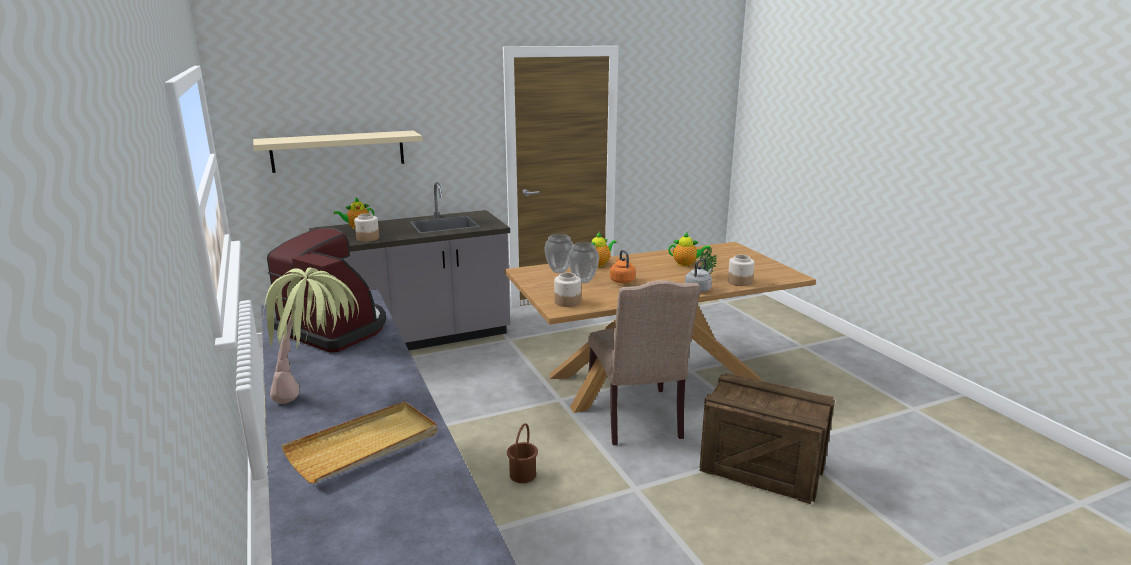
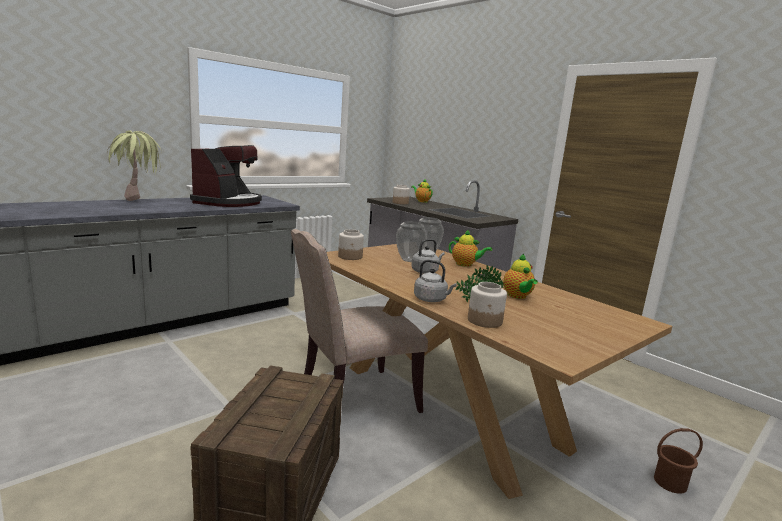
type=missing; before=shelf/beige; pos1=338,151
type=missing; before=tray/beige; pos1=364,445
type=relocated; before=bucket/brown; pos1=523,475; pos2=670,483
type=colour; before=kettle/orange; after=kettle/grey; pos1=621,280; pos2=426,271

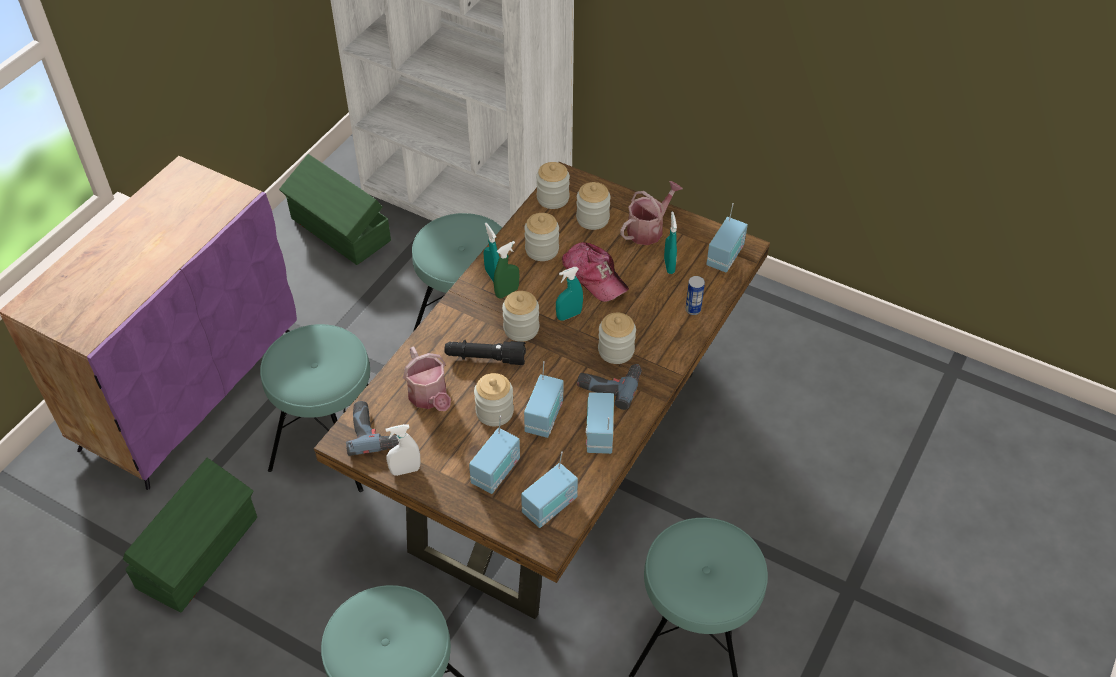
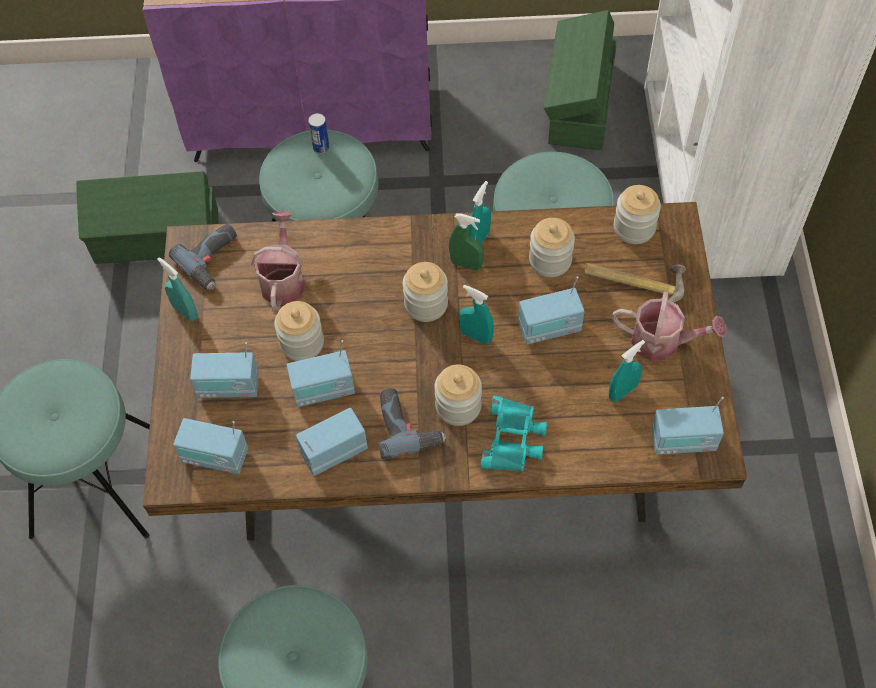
type=colour; before=spray bottle/white; after=spray bottle/turquoise; pos1=405,470; pos2=185,311
type=spun; before=watering can; pos1=430,398; pos2=283,279; turn=150
type=missing; before=flashlight/black; pos1=485,358
type=exchanged; before=cap; after=radio; pos1=594,276; pos2=549,328
type=exchanged; before=jar; after=hammer; pos1=592,219; pos2=634,280
type=relocated; before=can; pos1=693,309; pos2=321,148
type=appeared; after=binoculars/turquoise; pos2=514,439

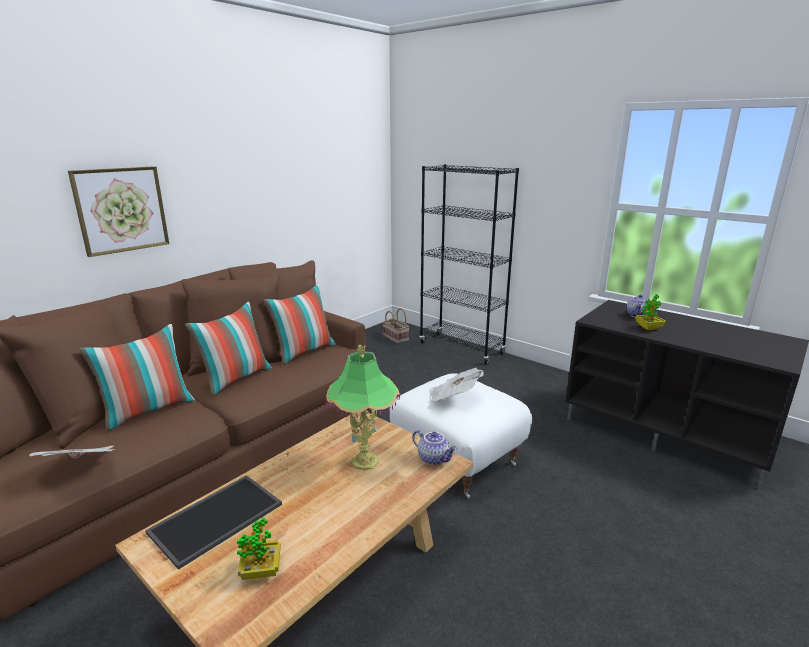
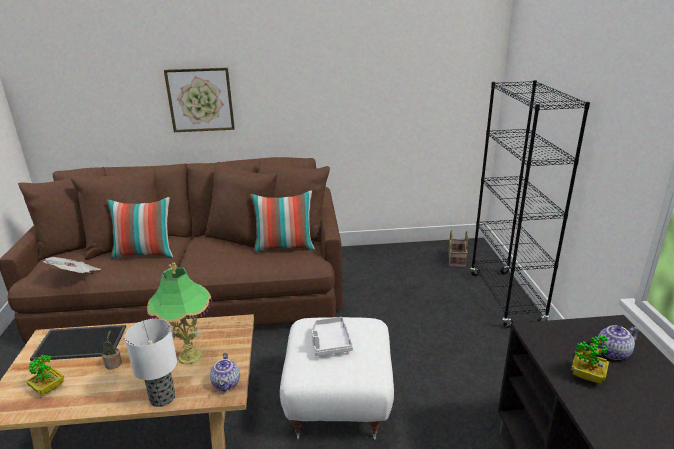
type=missing; before=pillow; pos1=236,379
type=exchanged; before=newspaper; after=tray/white; pos1=453,397; pos2=330,342
type=appeared; after=potted plant; pos2=114,364
type=appeared; after=table lamp; pos2=163,398

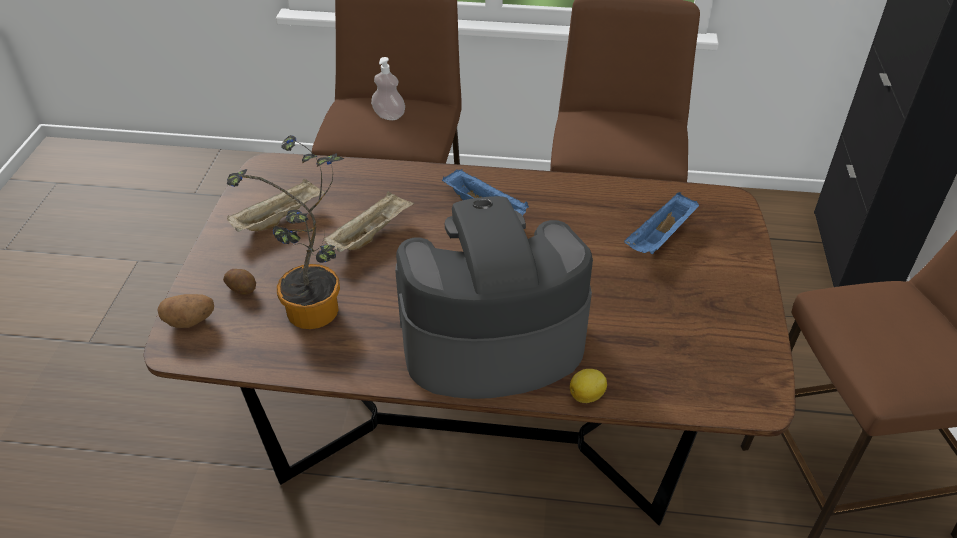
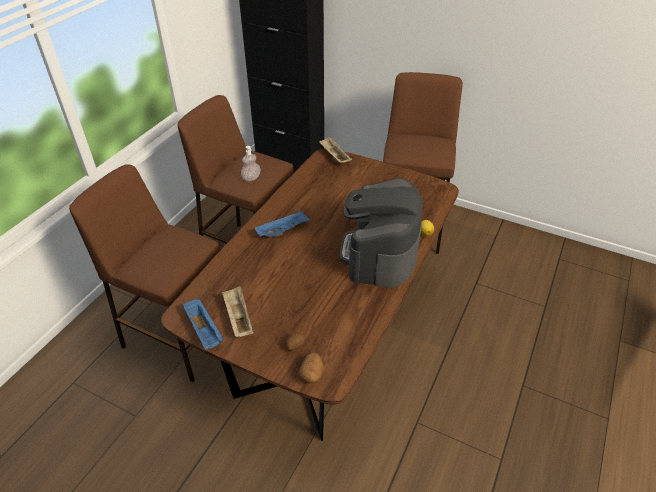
type=missing; before=potted plant; pos1=315,317
type=relocated; before=tray/beige; pos1=371,234; pos2=334,156
type=relocated; before=soap dispenser; pos1=389,115; pos2=251,178
type=relocated; before=tray/blue; pos1=660,238; pos2=204,330

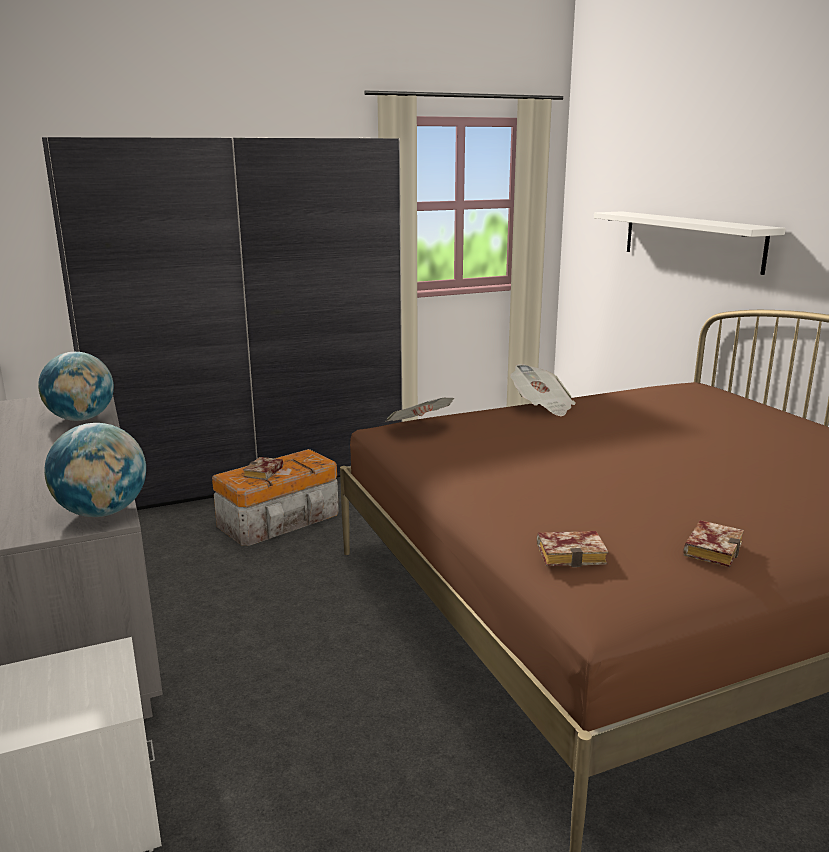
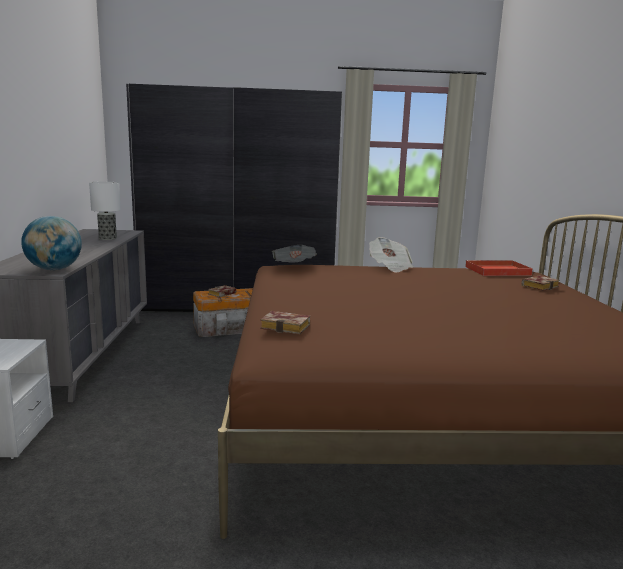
type=exchanged; before=globe; after=table lamp; pos1=81,419; pos2=107,238
type=missing; before=shelf/white; pos1=691,240
type=relocated; before=book; pos1=711,548; pos2=539,286
type=appeared; after=tray/red; pos2=496,271

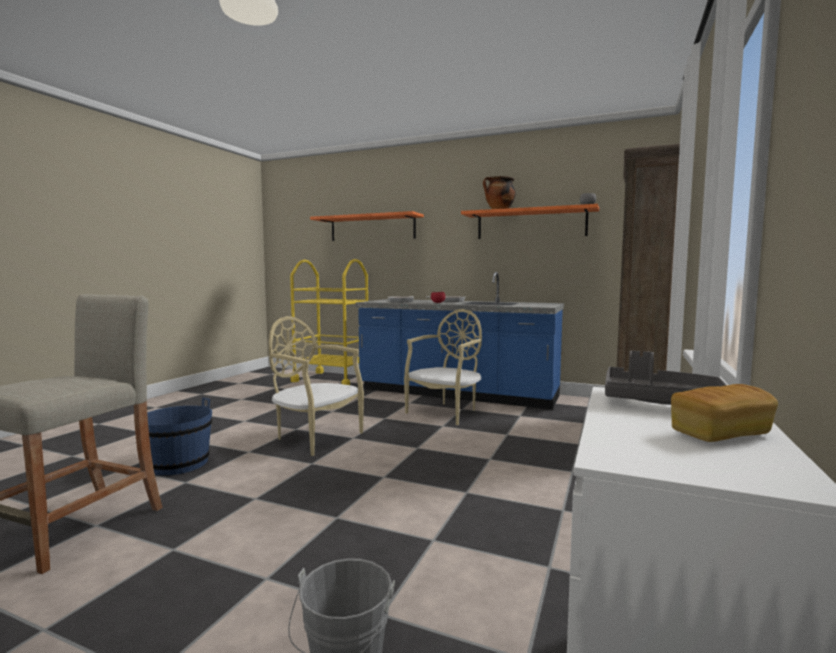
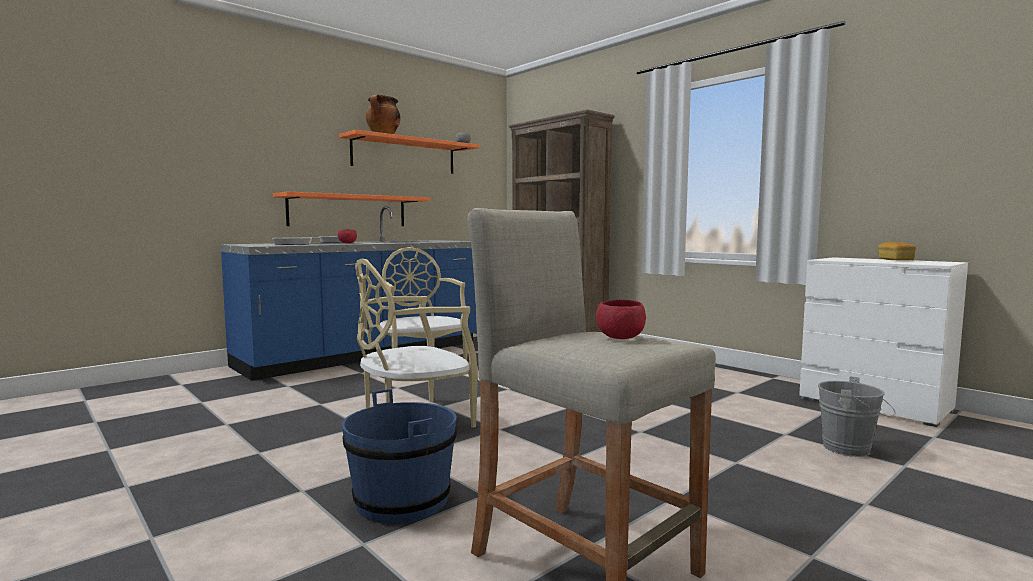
type=missing; before=cart/yellow; pos1=332,379
type=relocated; before=shelf/orange; pos1=372,228; pos2=348,211
type=missing; before=tray/grey; pos1=660,402
type=appeared; after=bowl/red; pos2=620,337

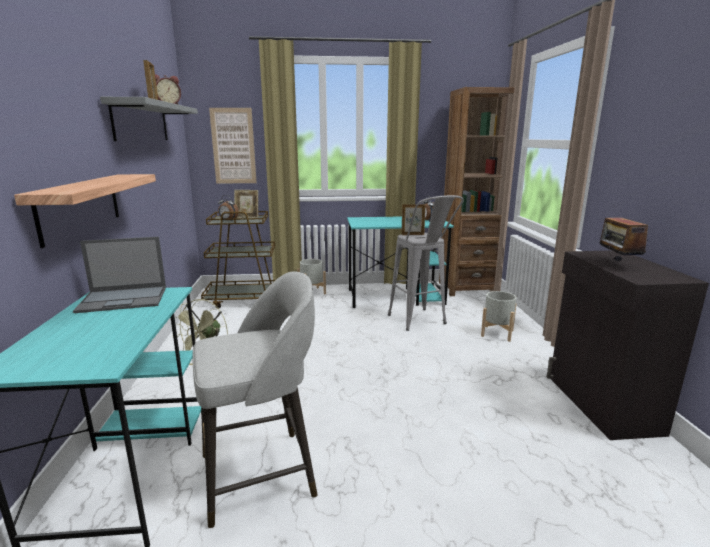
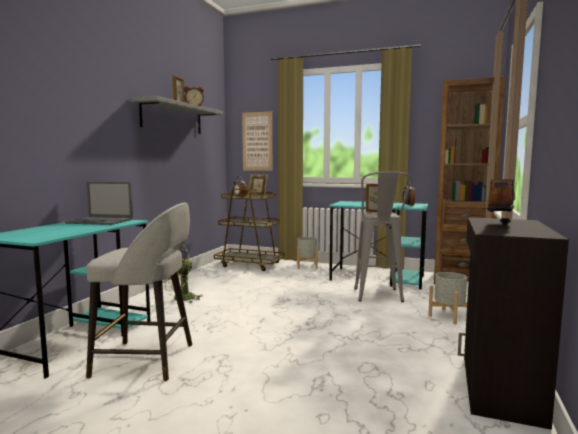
type=missing; before=shelf; pos1=80,206

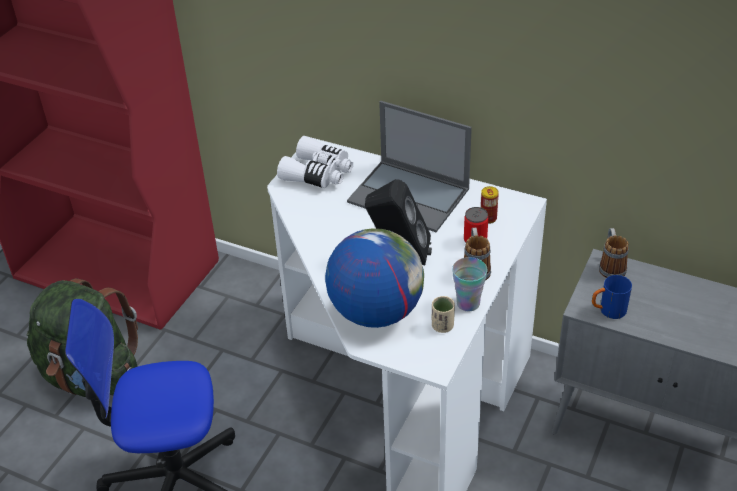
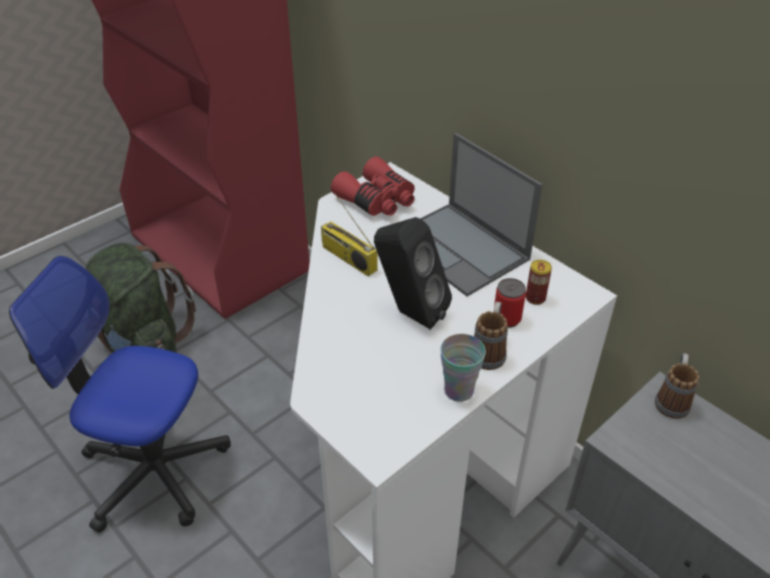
type=colour; before=binoculars/white; after=binoculars/red; pos1=318,173; pos2=377,200
type=missing; before=globe; pos1=375,312
type=missing; before=cup/beige; pos1=442,326
type=missing; before=mug/blue; pos1=608,311
type=appeared; after=radio; pos2=347,258

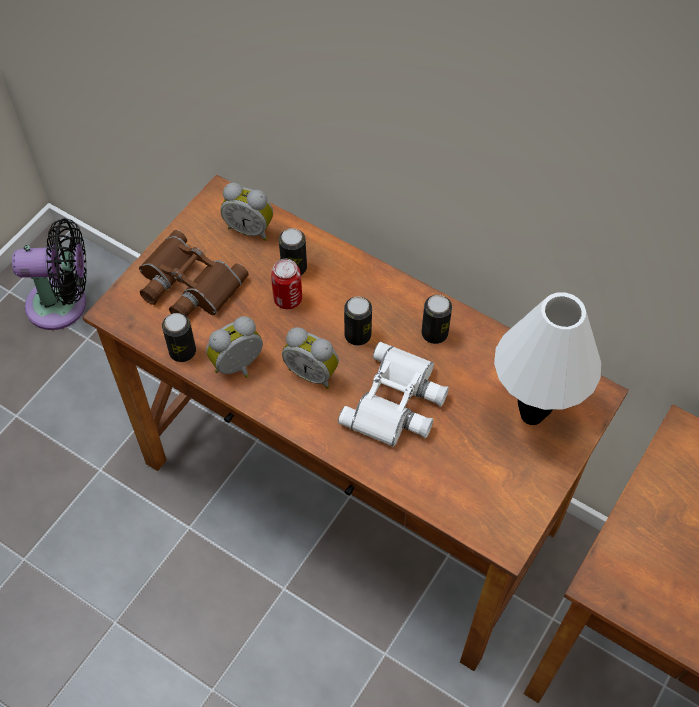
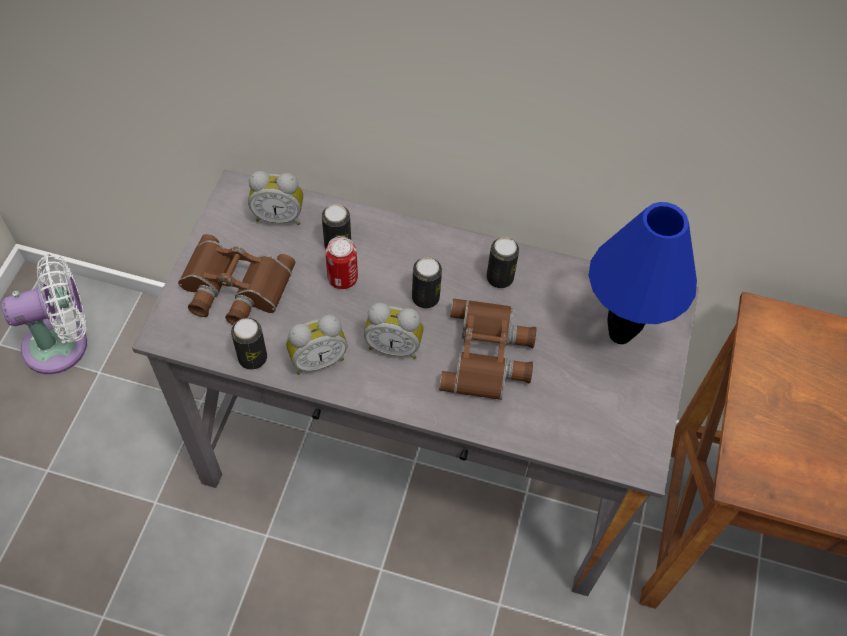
type=colour; before=fan/black; after=fan/white; pos1=63,304; pos2=63,344
type=colour; before=desk/brown; after=desk/grey; pos1=351,493; pos2=416,458
type=spun; before=alarm clock; pos1=239,367; pos2=317,359; turn=-150
type=colour; before=binoculars/white; after=binoculars/brown; pos1=398,403; pos2=489,355
type=colour; before=table lamp/white; after=table lamp/blue; pos1=533,415; pos2=621,334

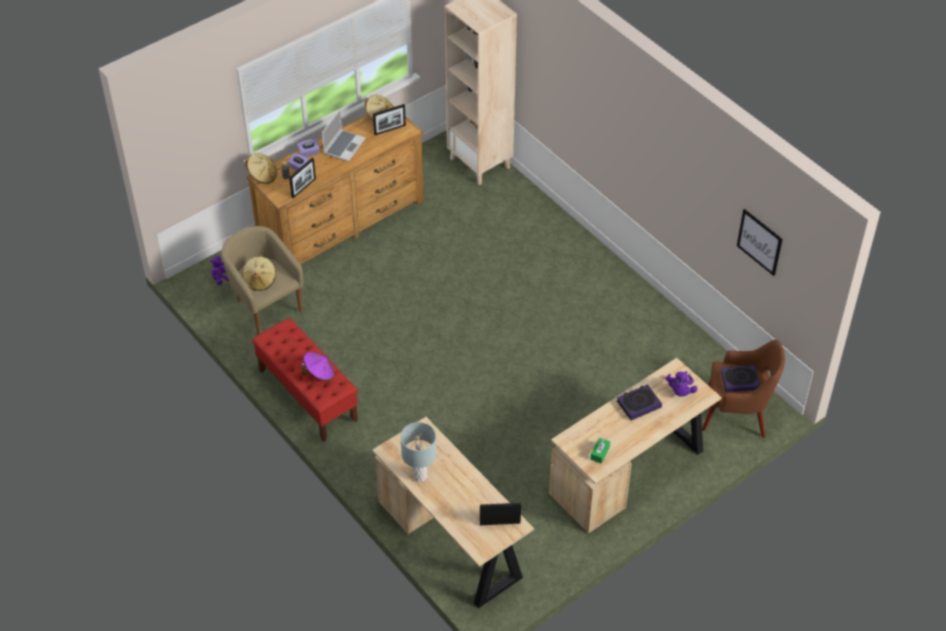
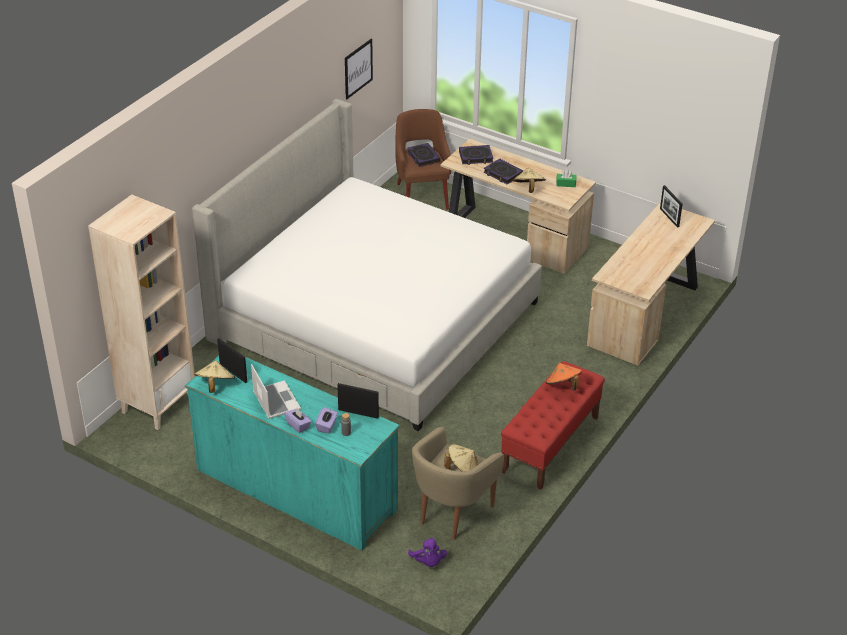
type=relocated; before=hat/beige; pos1=262,176; pos2=528,189
type=colour; before=dresser/brown; after=dresser/turquoise; pos1=342,223; pos2=296,489
type=colour; before=hat/purple; after=hat/orange; pos1=319,373; pos2=563,386
type=spun; before=laptop; pos1=344,146; pos2=275,401; turn=60
type=missing; before=table lamp/grey; pos1=420,476
type=exchanged; before=plush toy/purple; after=book; pos1=680,391; pos2=476,157
type=appeared; after=bed; pos2=375,321

